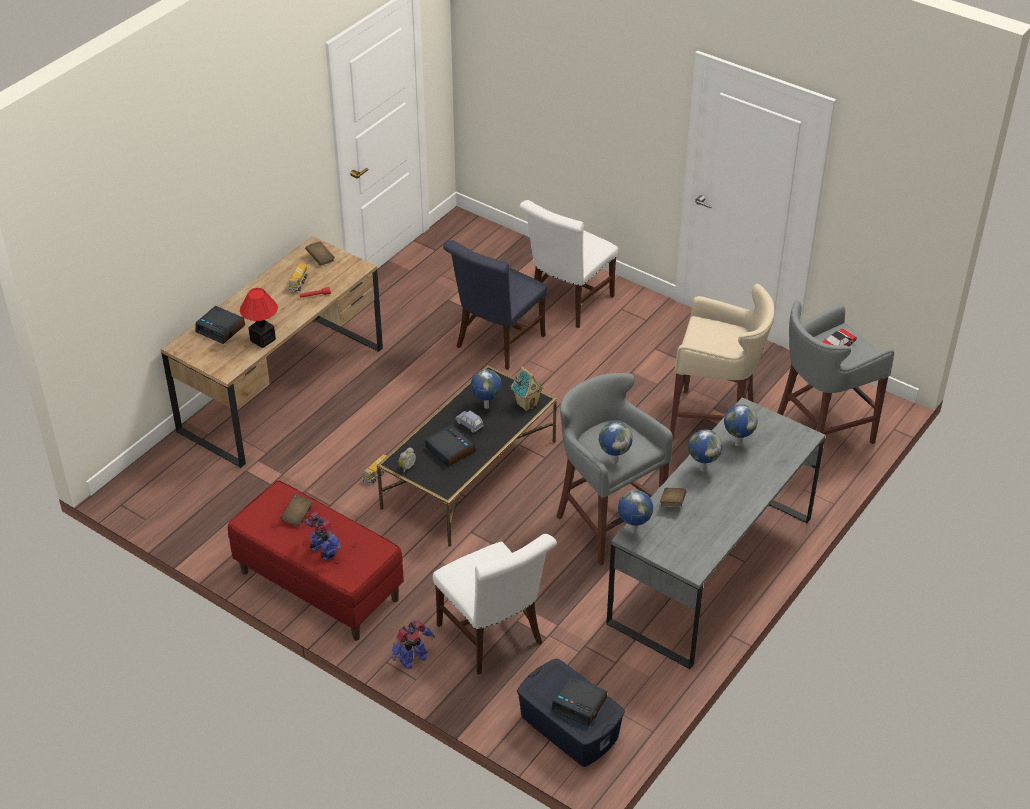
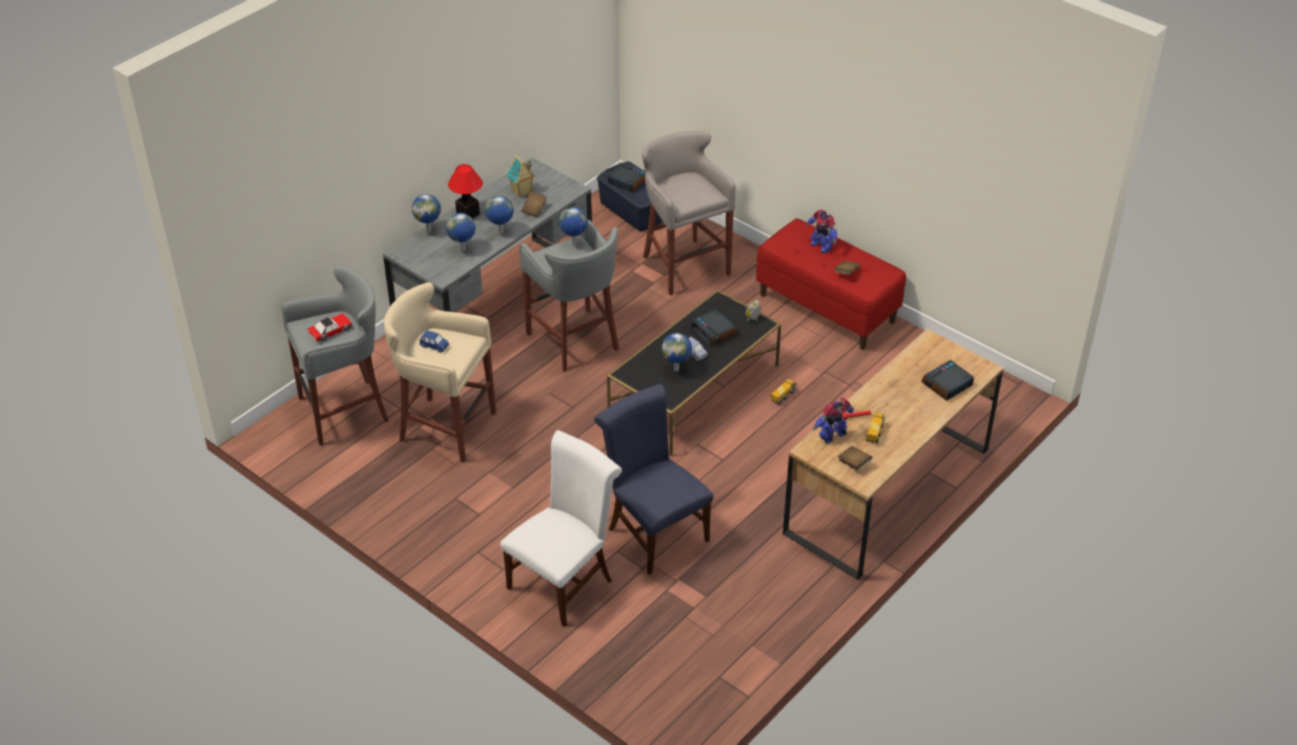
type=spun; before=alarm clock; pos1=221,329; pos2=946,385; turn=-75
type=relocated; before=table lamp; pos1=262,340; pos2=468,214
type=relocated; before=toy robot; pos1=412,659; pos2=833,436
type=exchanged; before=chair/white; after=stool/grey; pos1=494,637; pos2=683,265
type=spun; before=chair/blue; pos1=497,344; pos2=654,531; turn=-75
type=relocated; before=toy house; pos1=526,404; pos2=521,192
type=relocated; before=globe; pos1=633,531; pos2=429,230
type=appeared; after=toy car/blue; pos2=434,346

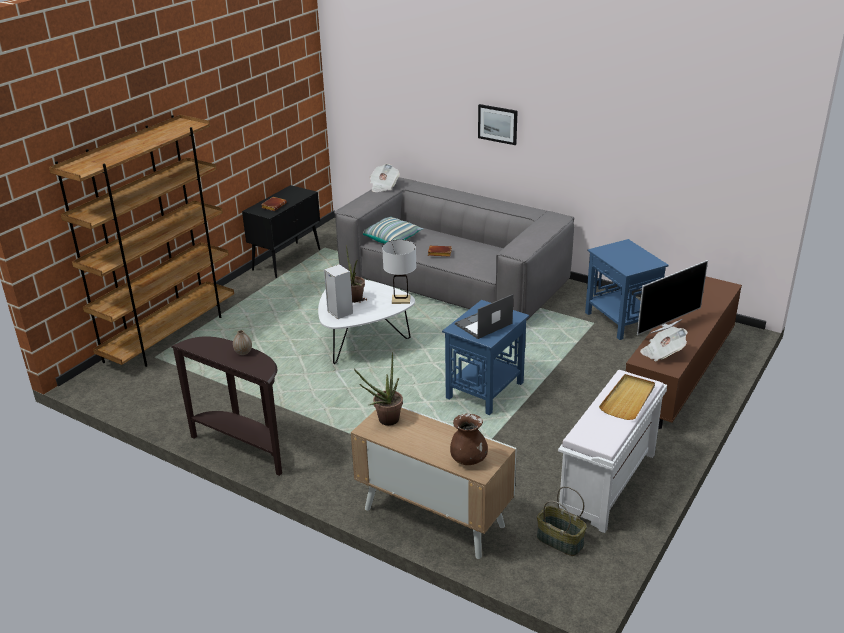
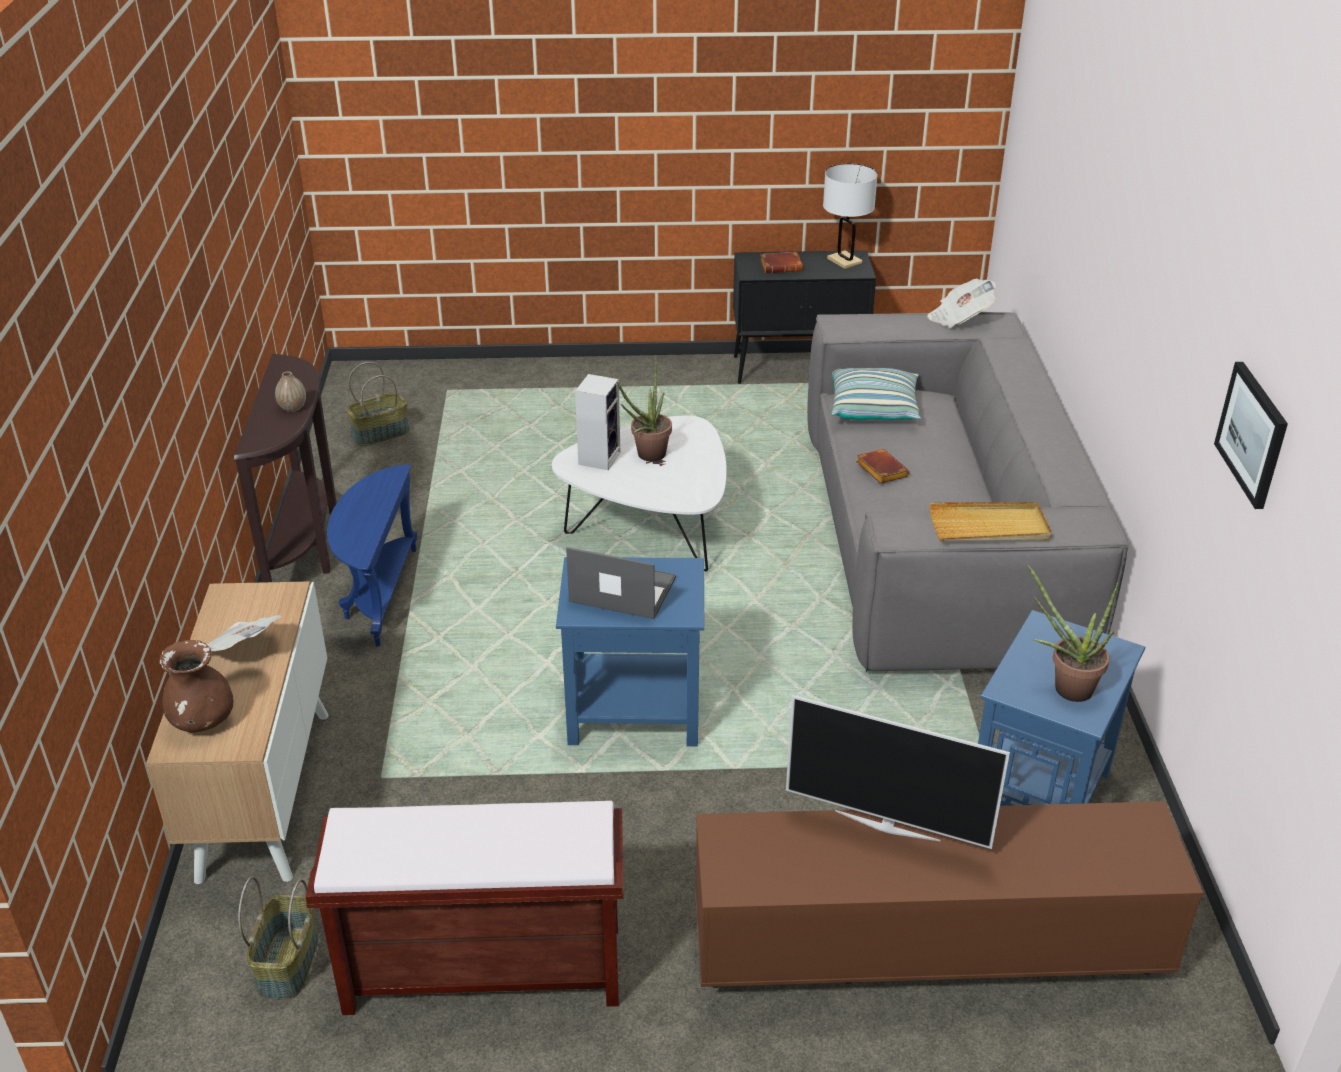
type=missing; before=bookcase/brown; pos1=170,335
type=relocated; before=potted plant; pos1=384,421; pos2=1064,687
type=relocated; before=table lamp/white; pos1=401,300; pos2=844,261
type=relocated; before=picture; pos1=498,124; pos2=1253,434
type=colour; before=bench/white; after=bench/brown; pos1=608,484; pos2=481,970
type=relocated; before=tray/beige; pos1=628,399; pos2=989,526
type=relocated; before=newspaper; pos1=662,353; pos2=244,649
type=appeared; after=side table/blue; pos2=378,595
type=appeared; after=basket; pos2=380,433

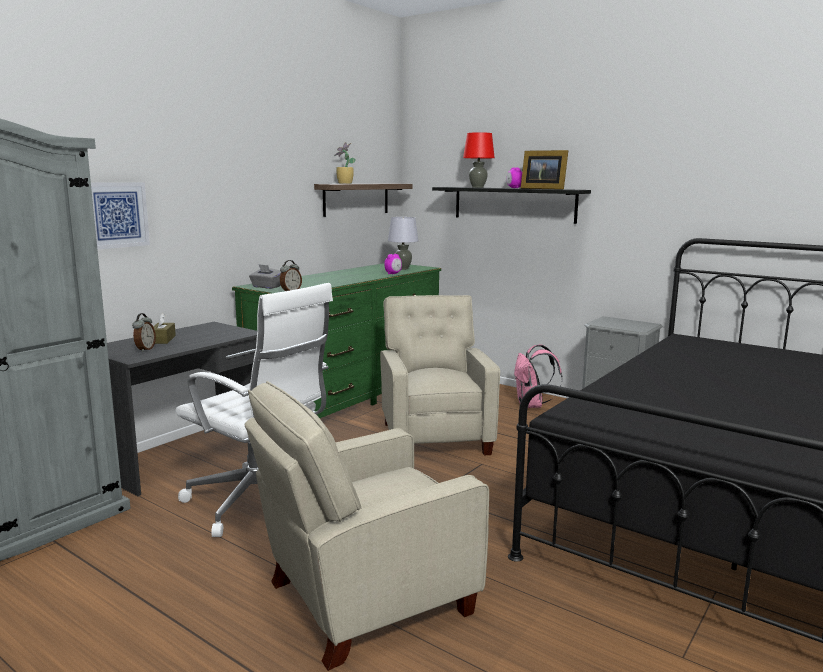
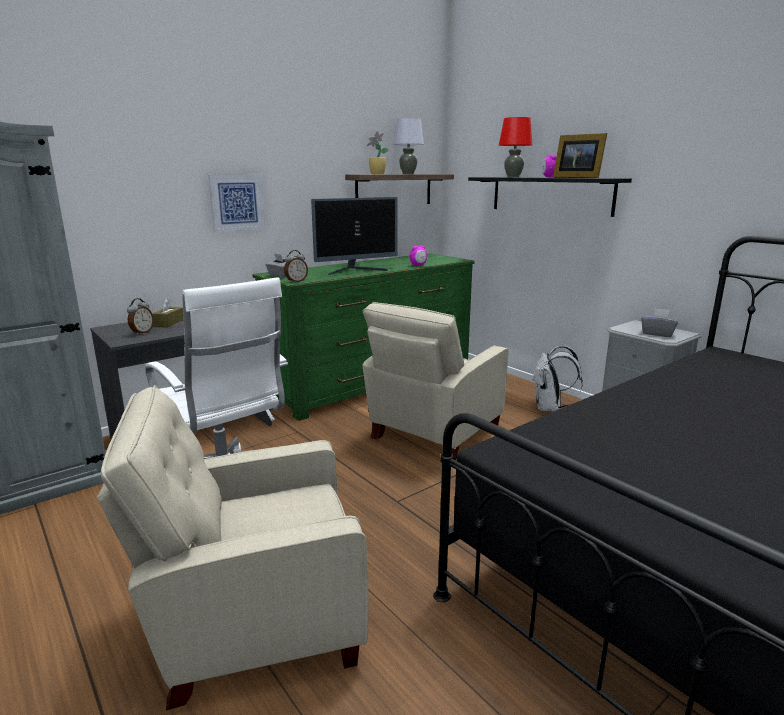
type=relocated; before=picture; pos1=115,215; pos2=236,202
type=spun; before=armchair/beige; pos1=435,436; pos2=432,434; turn=-150
type=relocated; before=table lamp/grey; pos1=403,269; pos2=408,174
type=colour; before=backpack/pink; after=backpack/white; pos1=532,405; pos2=550,408
type=appeared; after=monitor; pos2=355,271
type=appeared; after=tissue box/grey; pos2=657,334

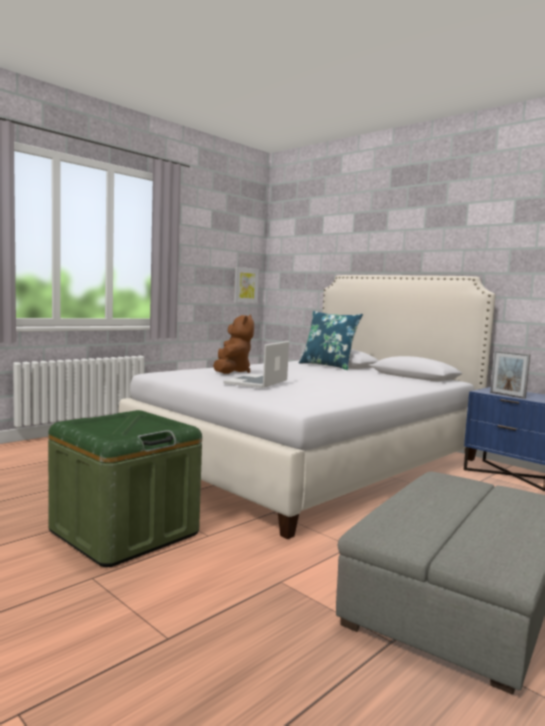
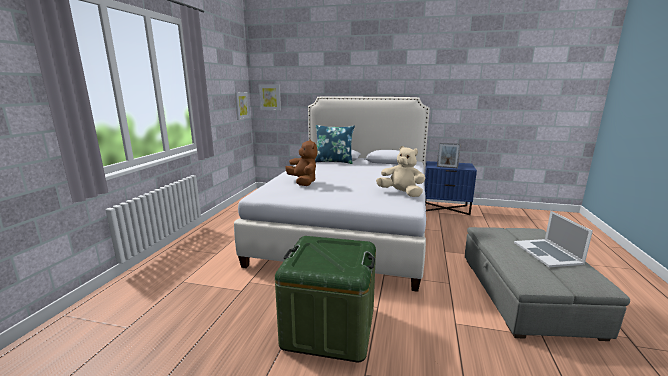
type=relocated; before=laptop; pos1=257,382; pos2=547,253
type=appeared; after=picture; pos2=270,97
type=appeared; after=plush toy/beige; pos2=401,193

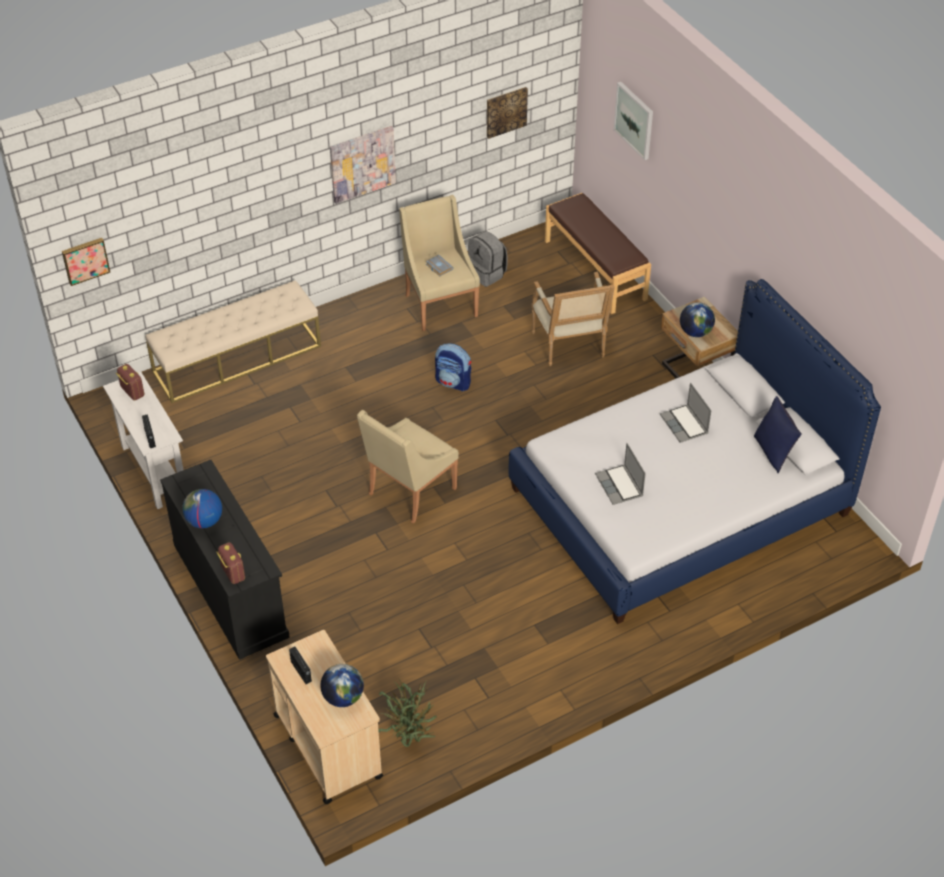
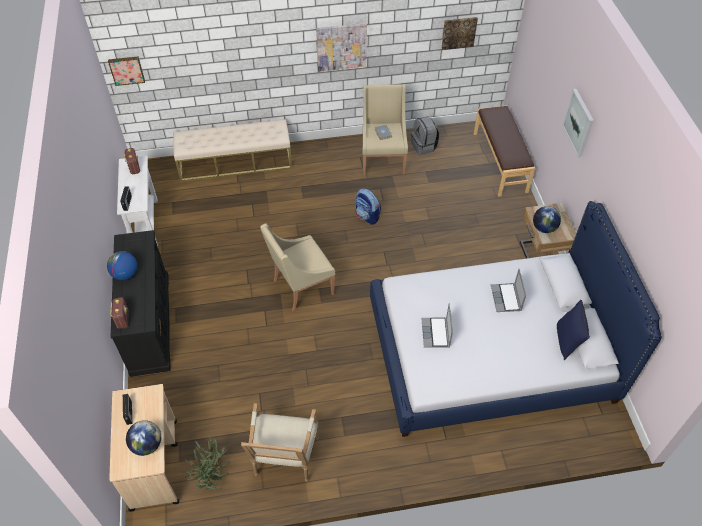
type=relocated; before=armchair; pos1=570,347; pos2=284,460
type=relocated; before=picture; pos1=634,120; pos2=579,122

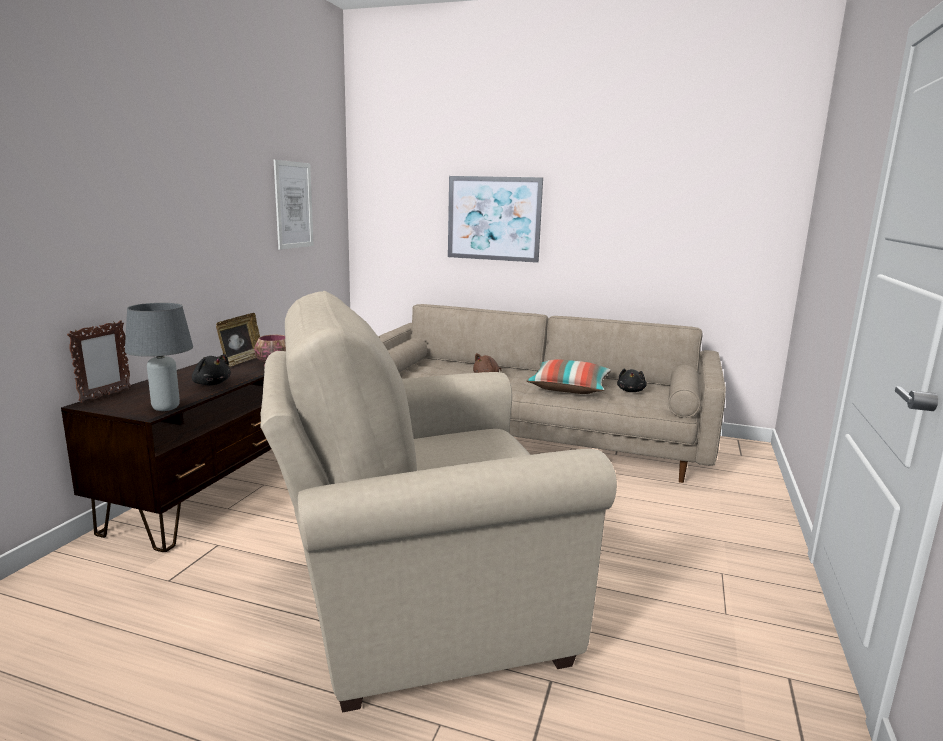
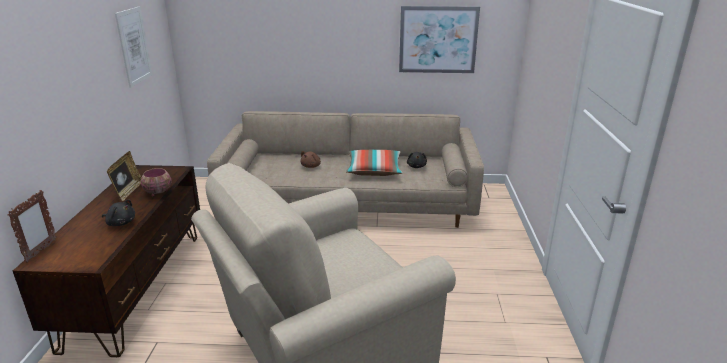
type=missing; before=table lamp/grey; pos1=165,408
type=relocated; before=picture; pos1=494,218; pos2=438,40

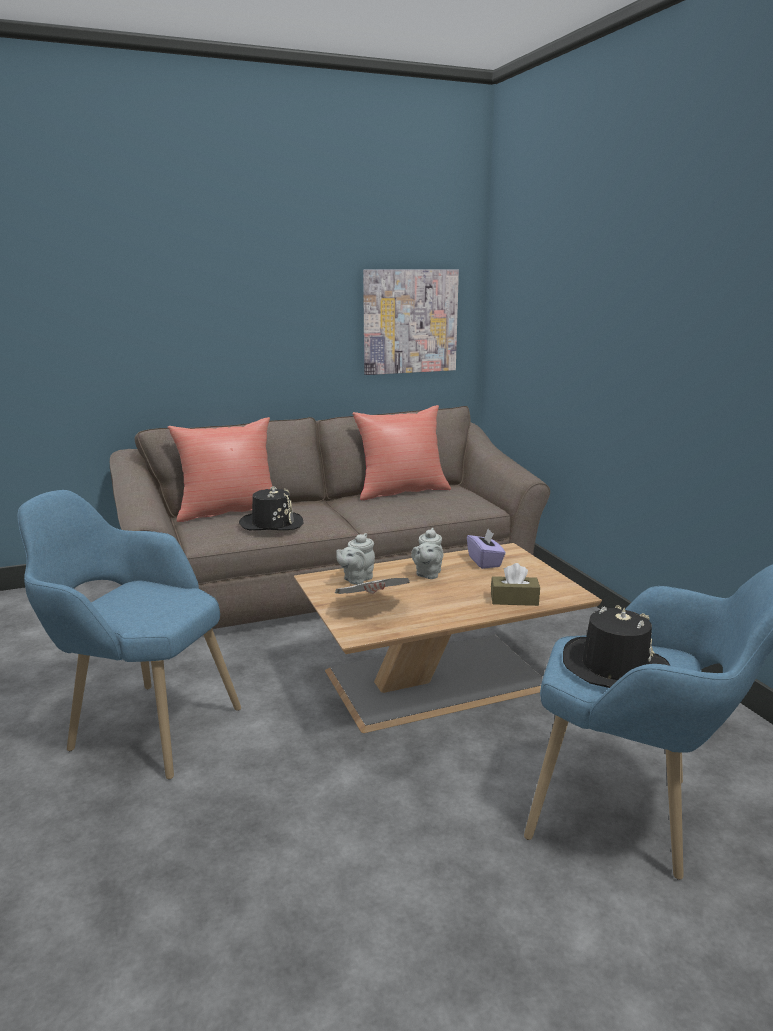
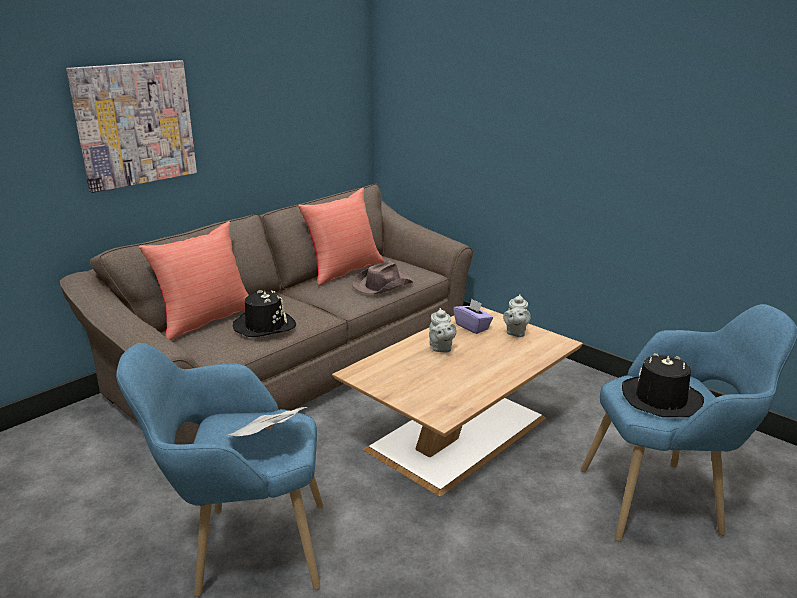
type=relocated; before=newspaper; pos1=371,606; pos2=268,440
type=relocated; before=teapot/grey; pos1=356,579; pos2=515,332
type=relocated; before=picture; pos1=410,321; pos2=135,124
type=missing; before=tissue box/brown; pos1=514,600
type=appeared; after=hat/brown; pos2=382,285

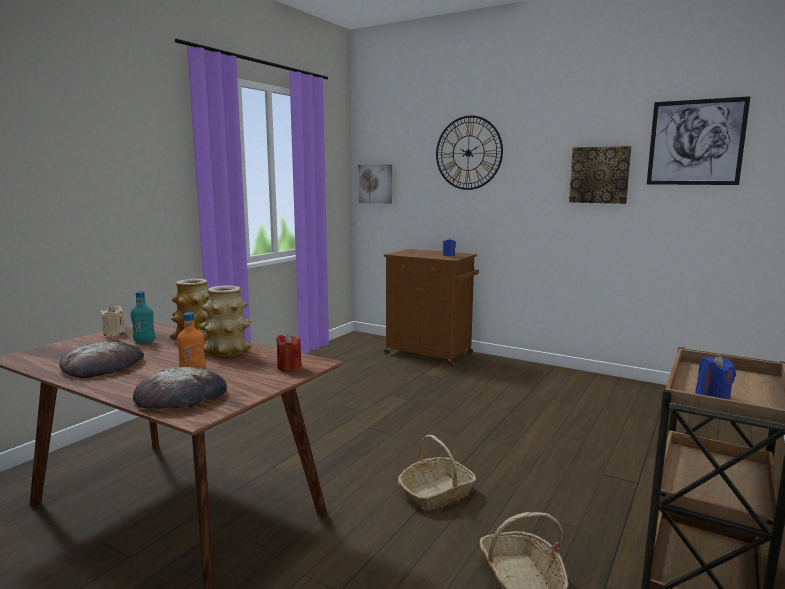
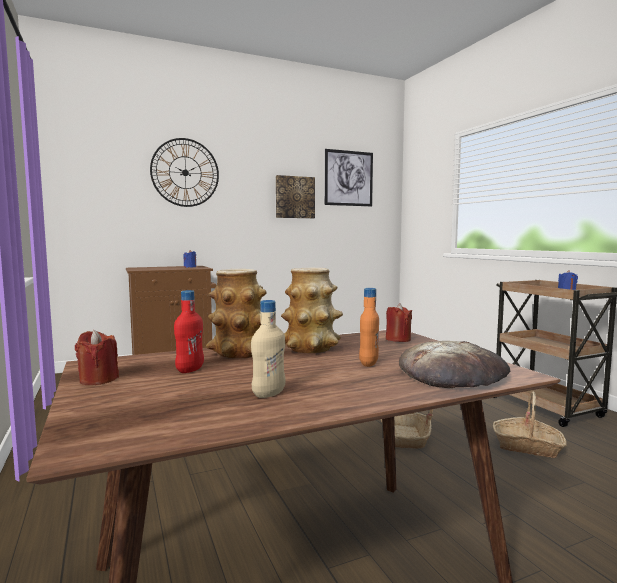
type=exchanged; before=bread; after=bottle/beige; pos1=103,365; pos2=268,394
type=colour; before=candle/beige; after=candle/red; pos1=114,333; pos2=98,379
type=colour; before=bottle/turquoise; after=bottle/red; pos1=144,342; pos2=190,370
type=missing; before=picture; pos1=376,184

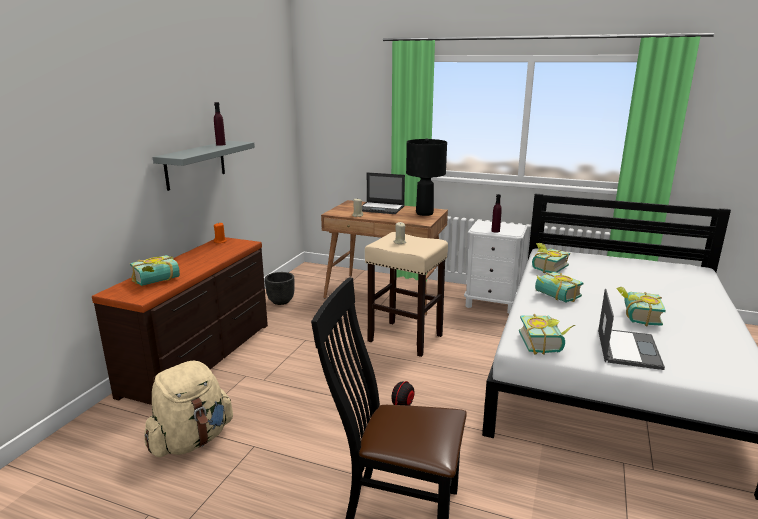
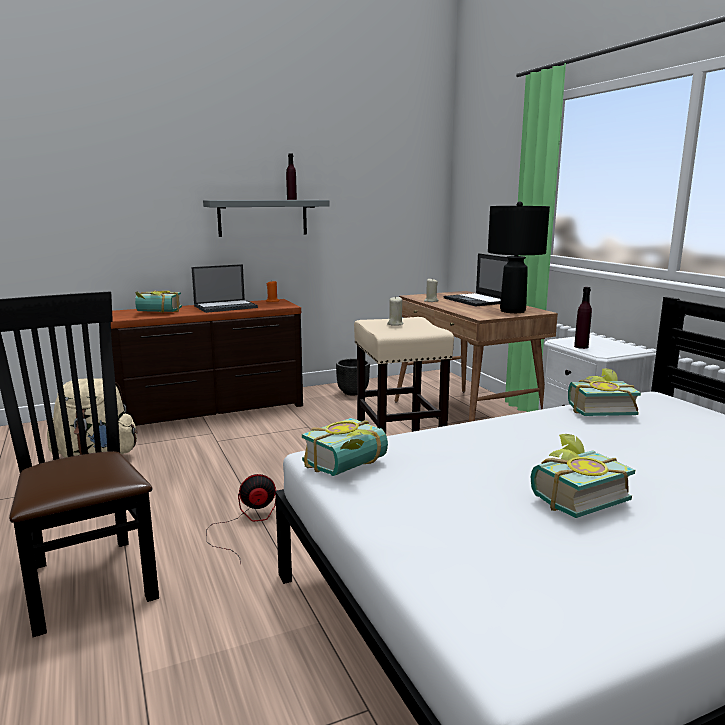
type=missing; before=book; pos1=554,297
type=relocated; before=laptop; pos1=628,348; pos2=226,306

